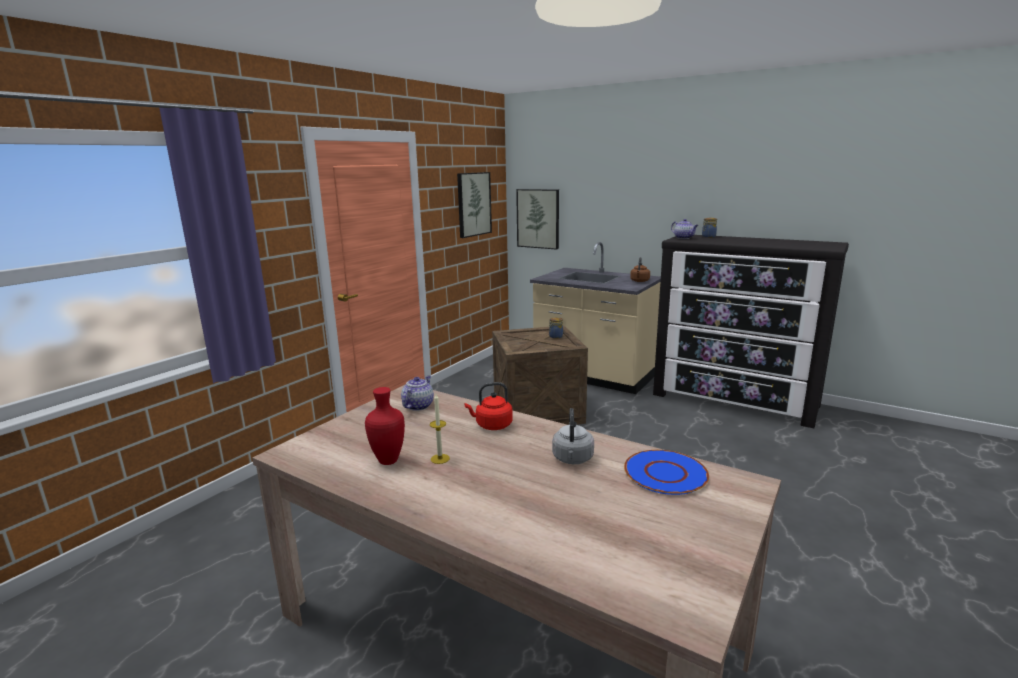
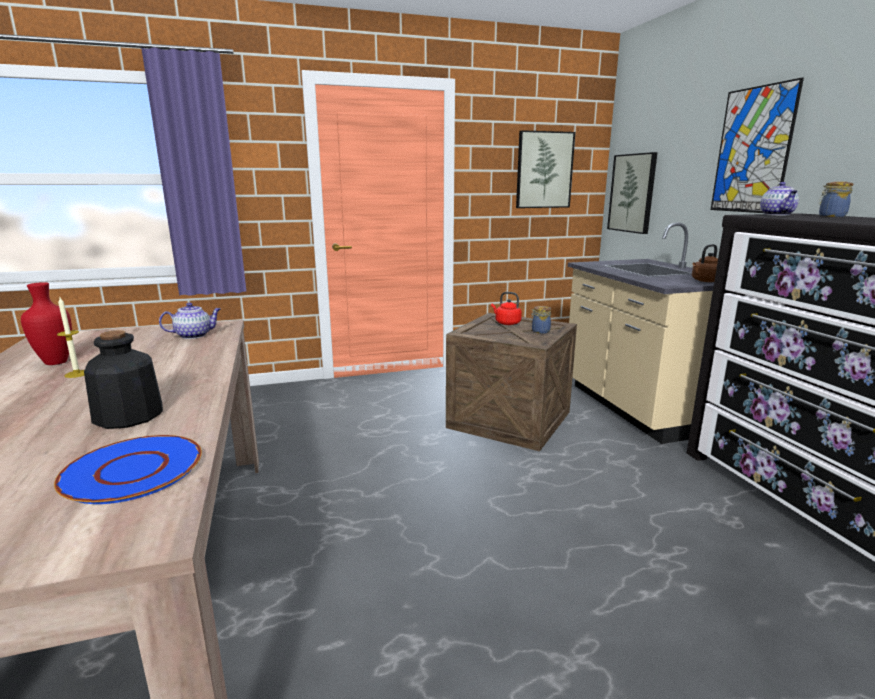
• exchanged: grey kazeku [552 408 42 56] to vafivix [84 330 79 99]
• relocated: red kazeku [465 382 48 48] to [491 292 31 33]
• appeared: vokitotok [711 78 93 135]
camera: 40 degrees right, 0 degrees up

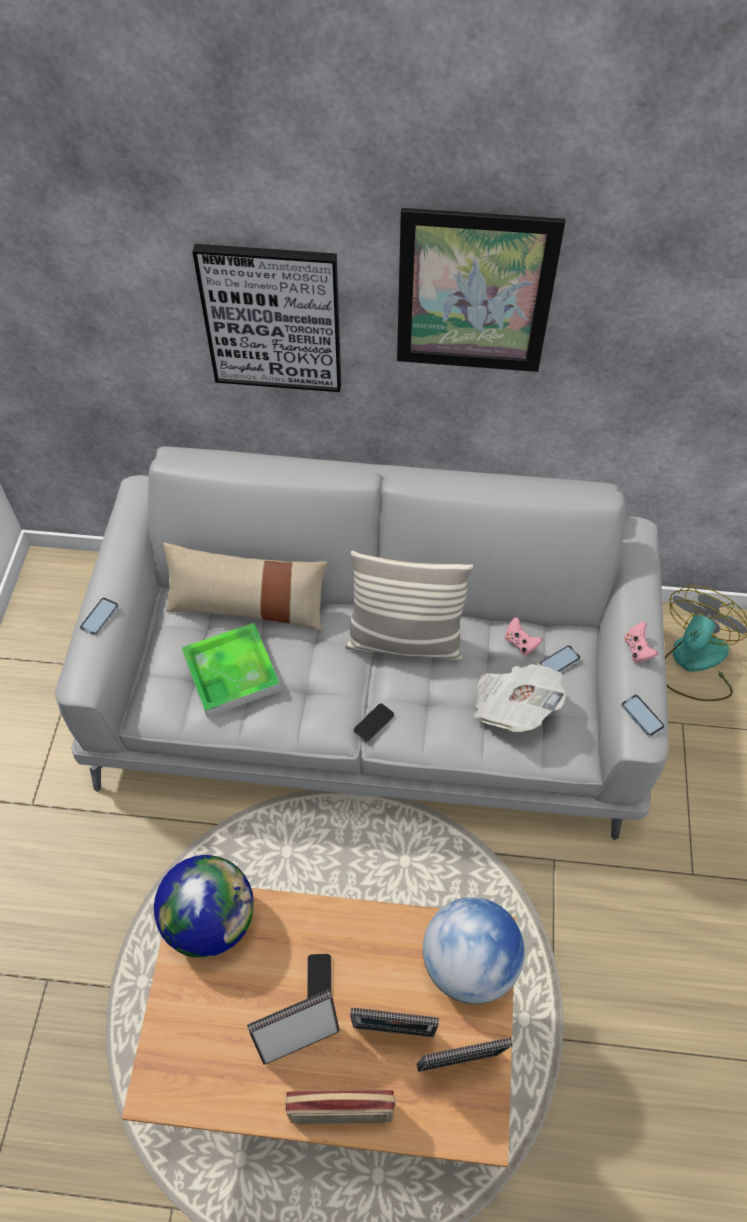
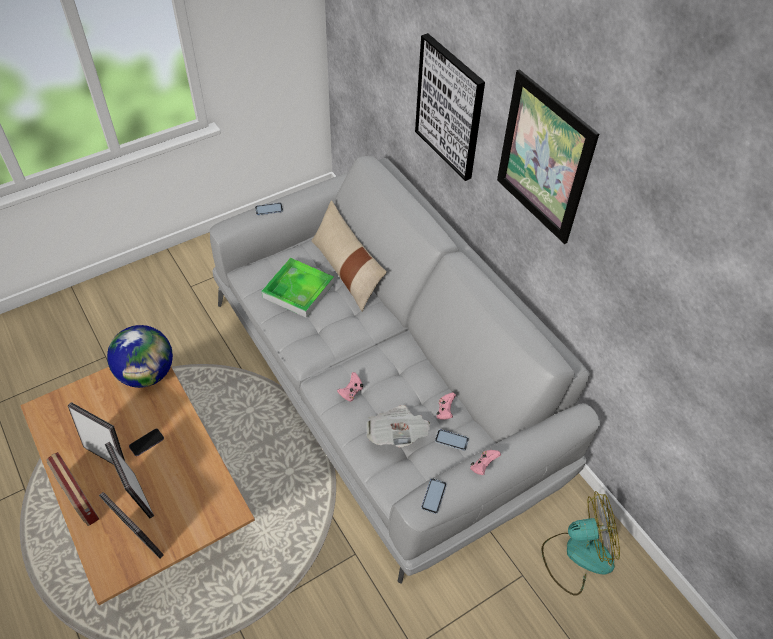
• appeared: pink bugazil [337 372 26 30]
• missing: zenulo [345 551 128 109]
• missing: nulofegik [354 703 40 39]
• missing: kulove [423 897 102 107]
camera: 50 degrees right, 5 degrees down

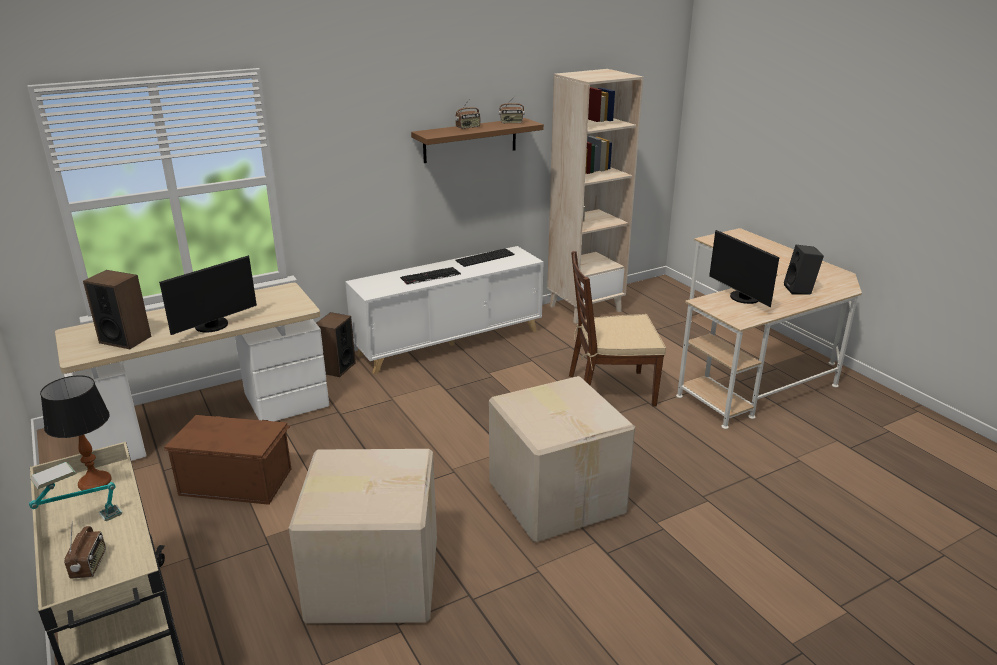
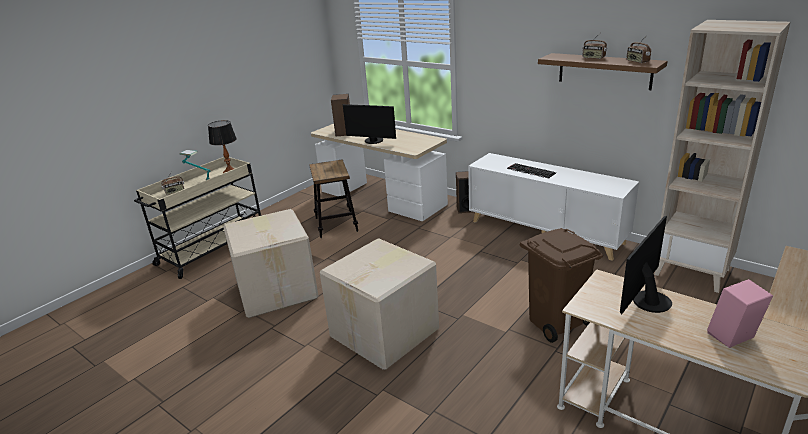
• exchanged: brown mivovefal [164 415 127 90] to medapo [309 159 49 79]
• exchanged: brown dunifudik [569 251 97 156] to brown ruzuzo [520 228 83 115]
• colour: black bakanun [784 245 40 50] to pink bakanun [707 279 66 69]
• missing: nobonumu [456 248 59 19]
camera: 70 degrees right, 0 degrees up

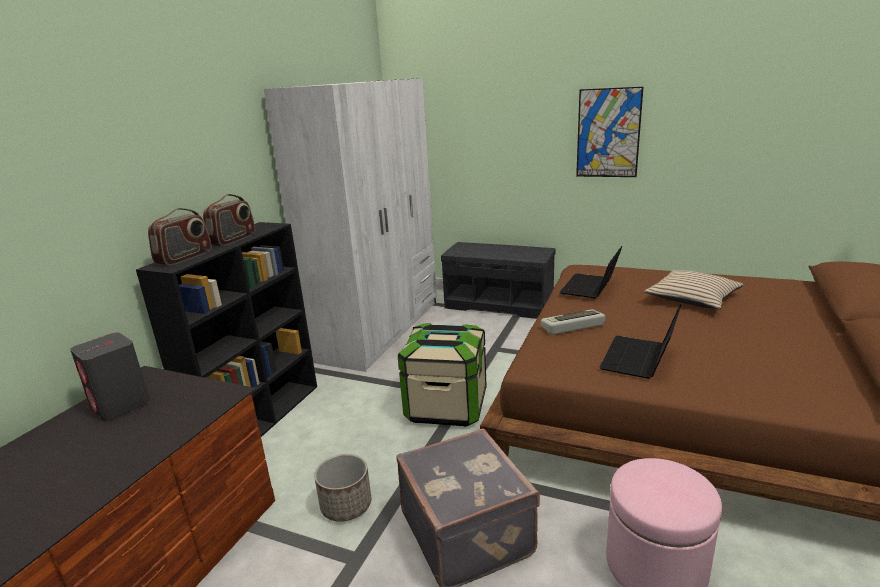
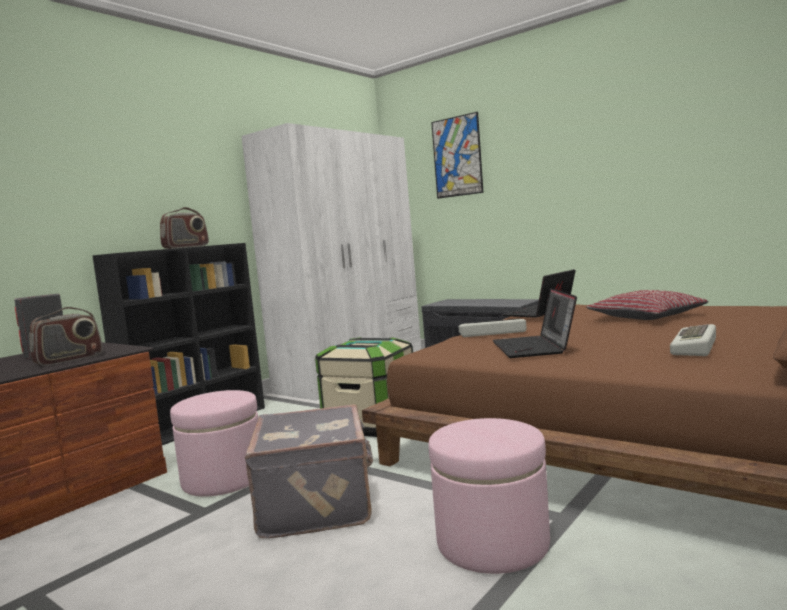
• relocated: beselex [148 208 64 57] to [29 307 74 59]
• exchanged: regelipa [314 454 57 68] to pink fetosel [170 390 88 106]
• relocated: vokitotok [576 87 67 90] to [431 112 53 87]
• spun: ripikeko [599 305 82 74] = [493 288 84 70] 45 degrees counterclockwise
• colour: beige zenulo [644 270 99 39] to red zenulo [586 290 122 30]
• appeared: nobonumu [670 324 46 32]
camera: 15 degrees right, 15 degrees down

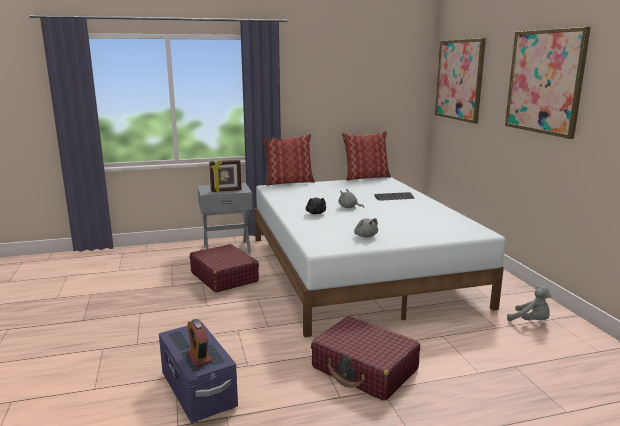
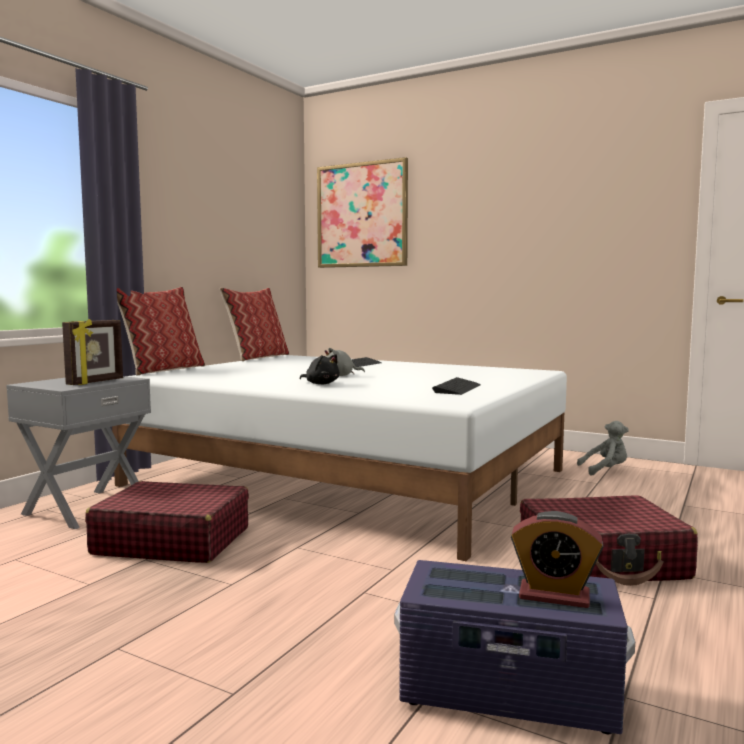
• exchanged: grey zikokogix [354 218 24 20] to nobonumu [432 377 49 18]
• missing: vokitotok [505 27 86 112]
camera: 45 degrees left, 10 degrees down

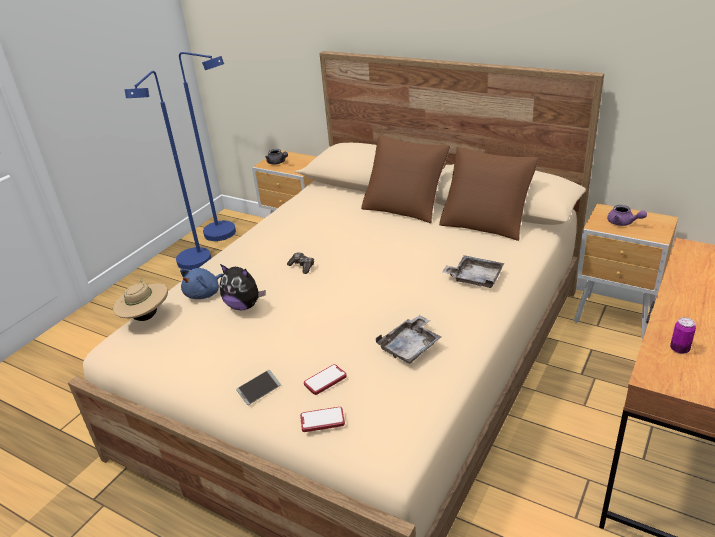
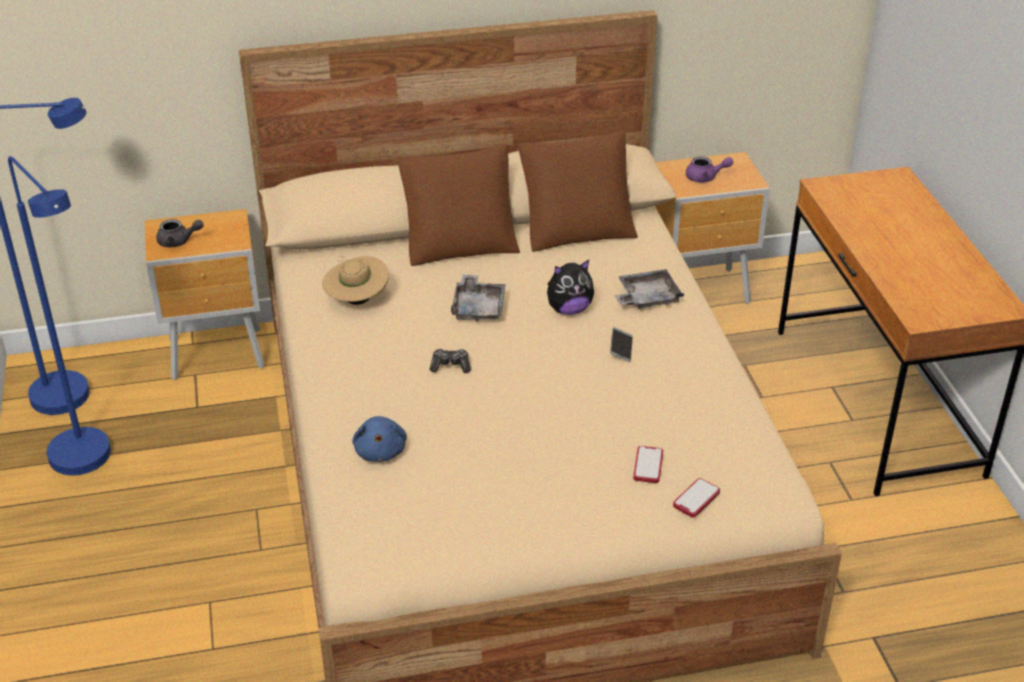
• relocated: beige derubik [113 278 55 43] to [323 256 66 49]
• relocated: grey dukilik [376 315 65 48] to [451 275 54 47]
• relocated: zikokogix [220 264 46 46] to [547 260 47 55]
• relocated: nulofegik [236 370 45 35] to [610 327 23 35]
• missing: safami [670 317 26 37]
camera: 45 degrees left, 5 degrees up

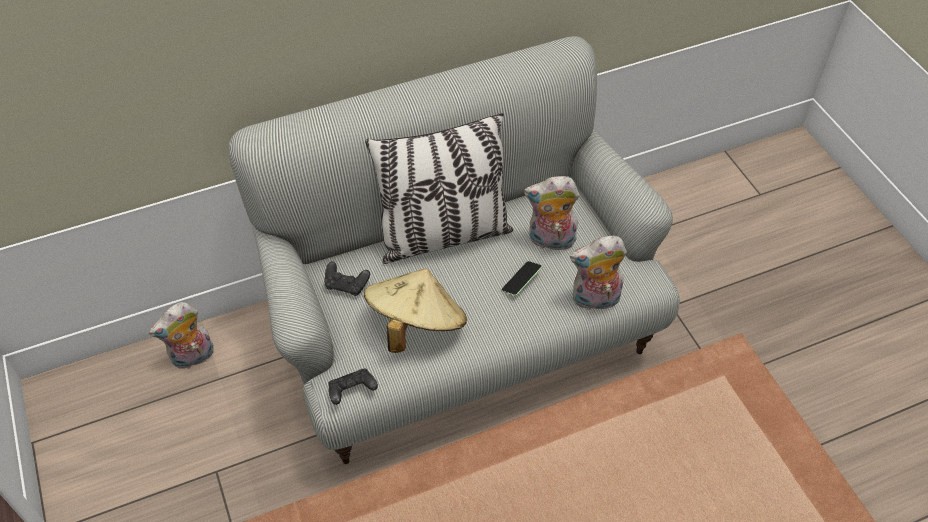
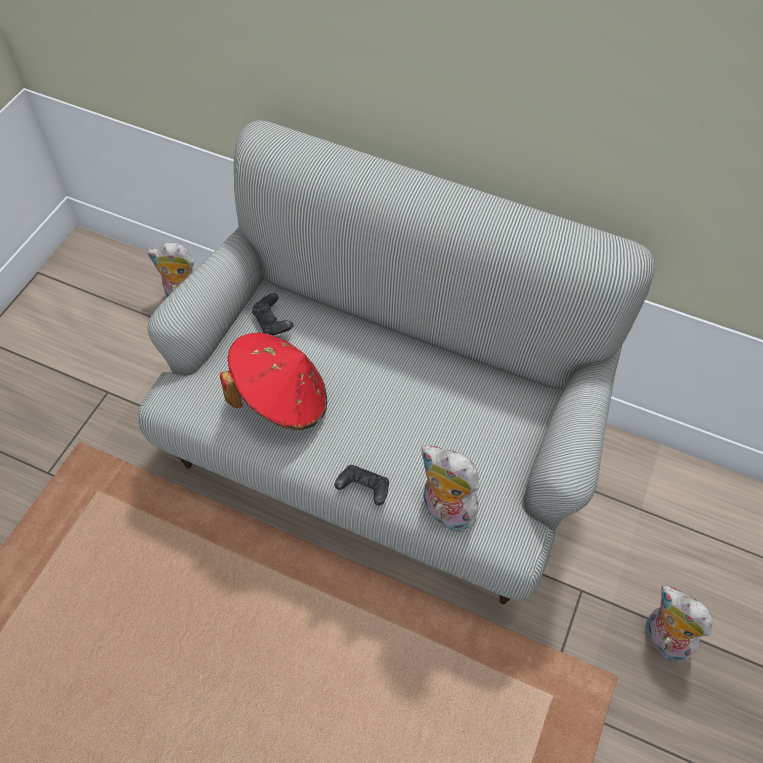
• colour: beige derubik [364 268 103 85] to red derubik [220 333 107 97]
• relocated: black bugazil [328 369 50 36] to [334 465 55 40]
• relocated: zikokogix [524 176 55 75] to [646 585 67 77]
• missing: zenulo [365 113 148 151]
• missing: nulofegik [501 261 42 35]
camera: 45 degrees right, 5 degrees up

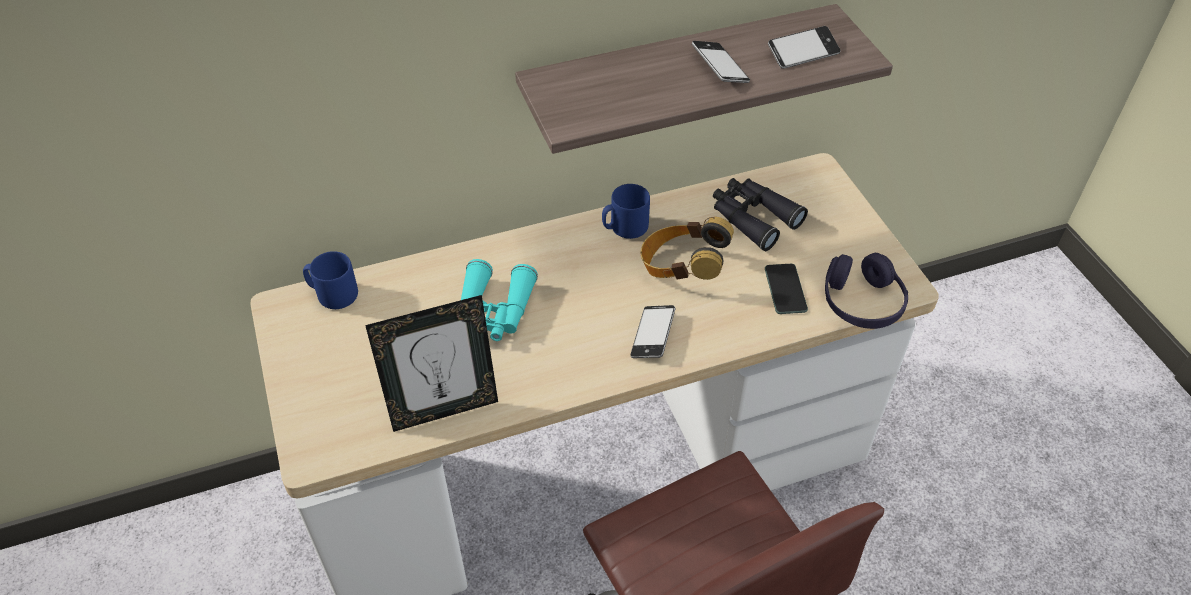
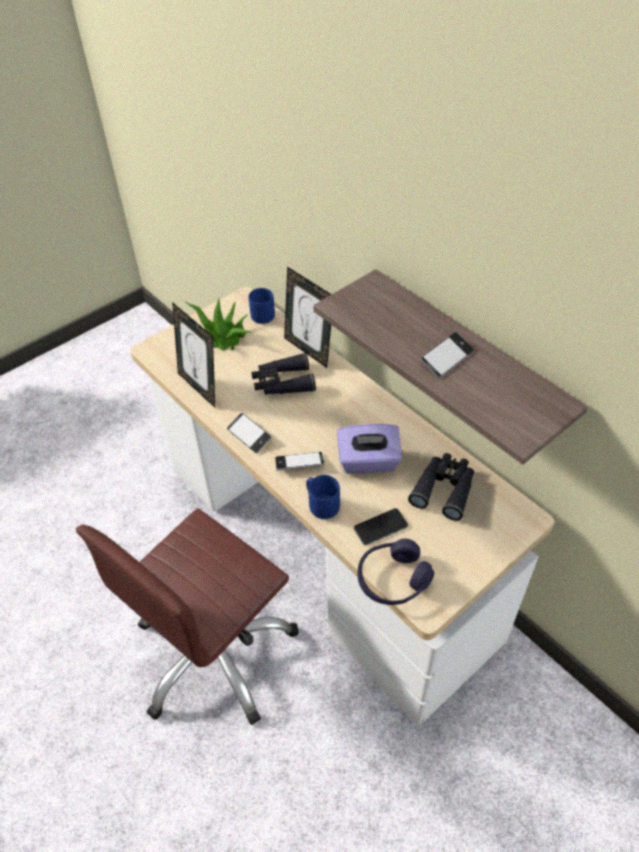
• appeared: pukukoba [186 297 65 54]
• relocated: nulofegik [768 26 72 43] to [227 413 45 40]
• colour: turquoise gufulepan [461 259 77 82] to black gufulepan [251 353 65 42]
• appeared: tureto [284 267 48 101]
• relocated: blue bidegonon [602 184 48 55] to [306 475 34 44]
• exchanged: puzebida [641 217 93 63] to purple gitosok [337 424 65 50]
camera: 70 degrees right, 0 degrees up

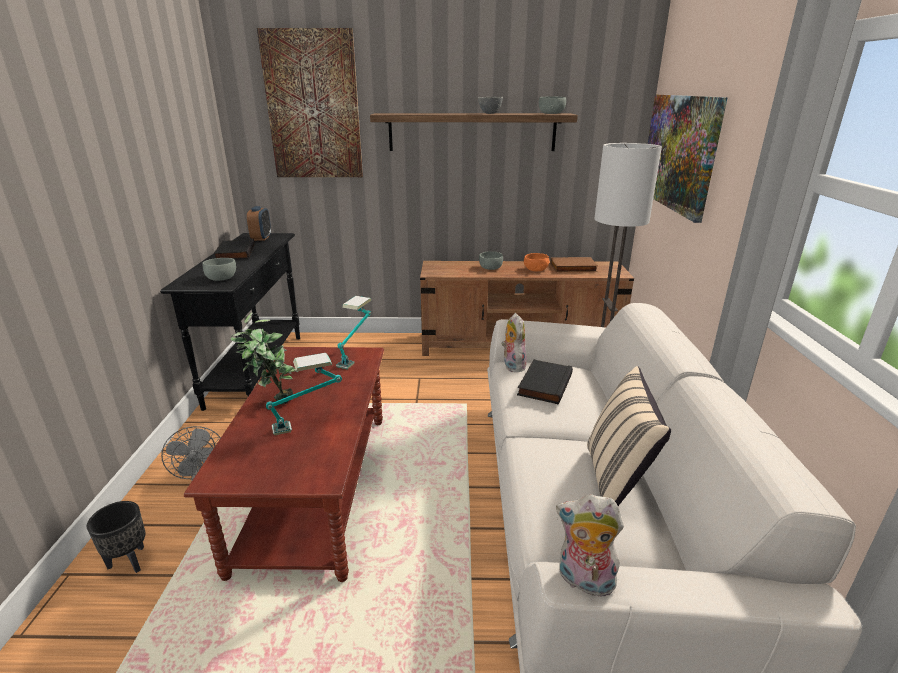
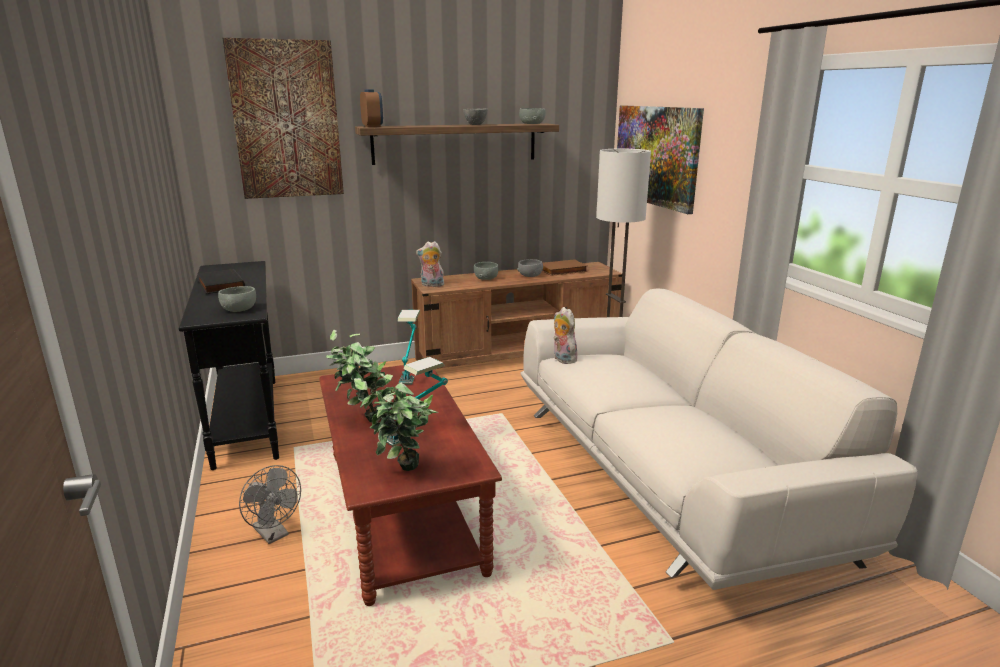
• appeared: pukukoba [354 374 85 97]
• relocated: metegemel [247 206 24 35] to [360 89 23 38]
• relocated: zikokogix [556 494 68 106] to [416 241 28 46]
• colour: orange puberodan [524 253 25 18] to grey puberodan [517 259 26 18]
• missing: black regelipa [87 501 58 72]
• missing: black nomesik [517 360 56 44]
• missing: beige zenulo [587 366 84 140]
camera: 20 degrees left, 5 degrees down

